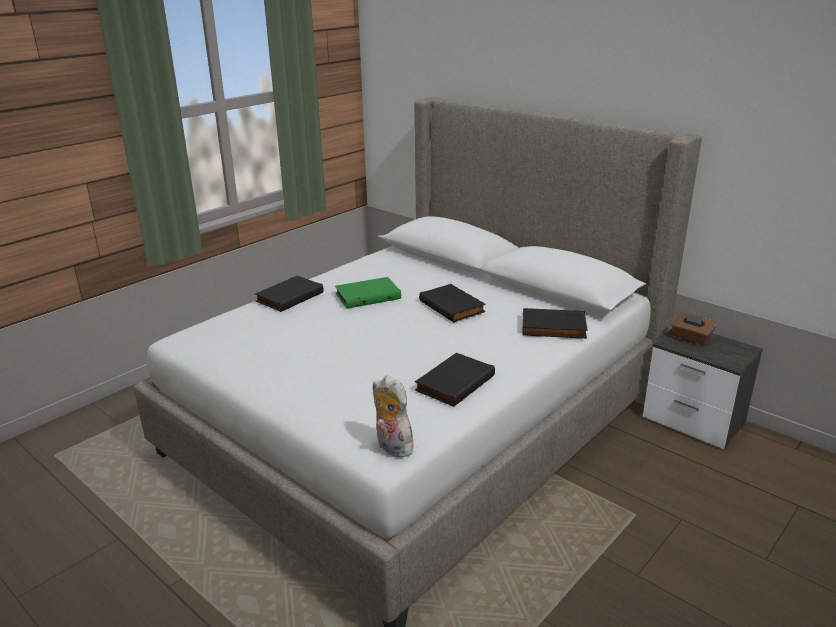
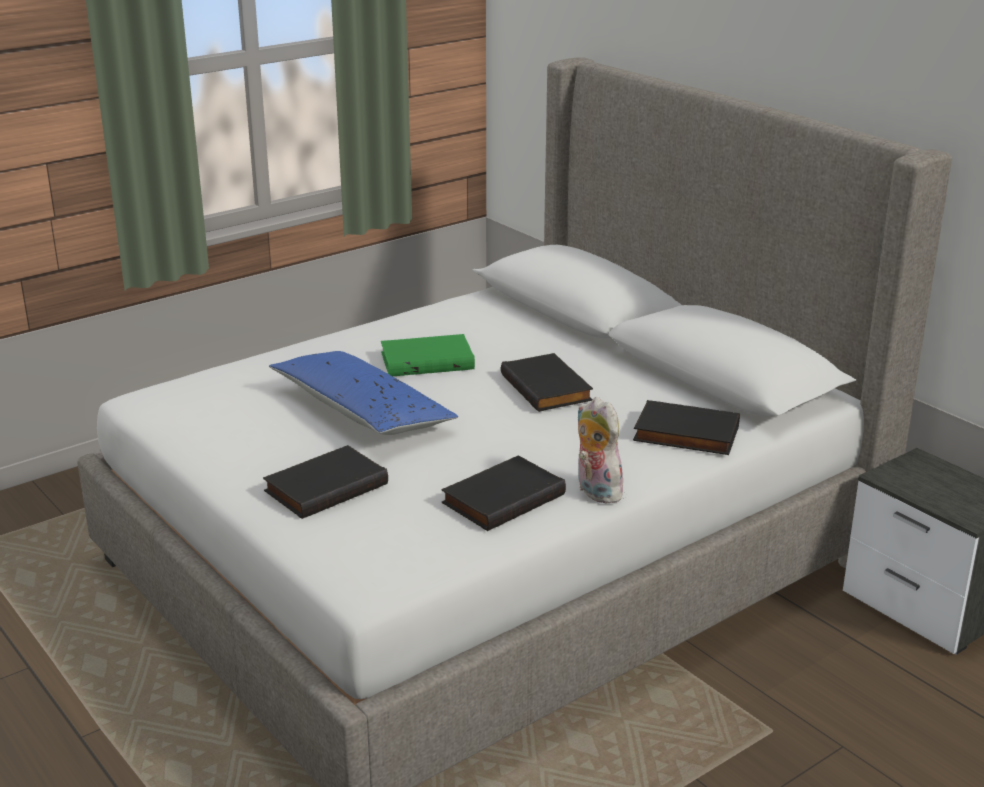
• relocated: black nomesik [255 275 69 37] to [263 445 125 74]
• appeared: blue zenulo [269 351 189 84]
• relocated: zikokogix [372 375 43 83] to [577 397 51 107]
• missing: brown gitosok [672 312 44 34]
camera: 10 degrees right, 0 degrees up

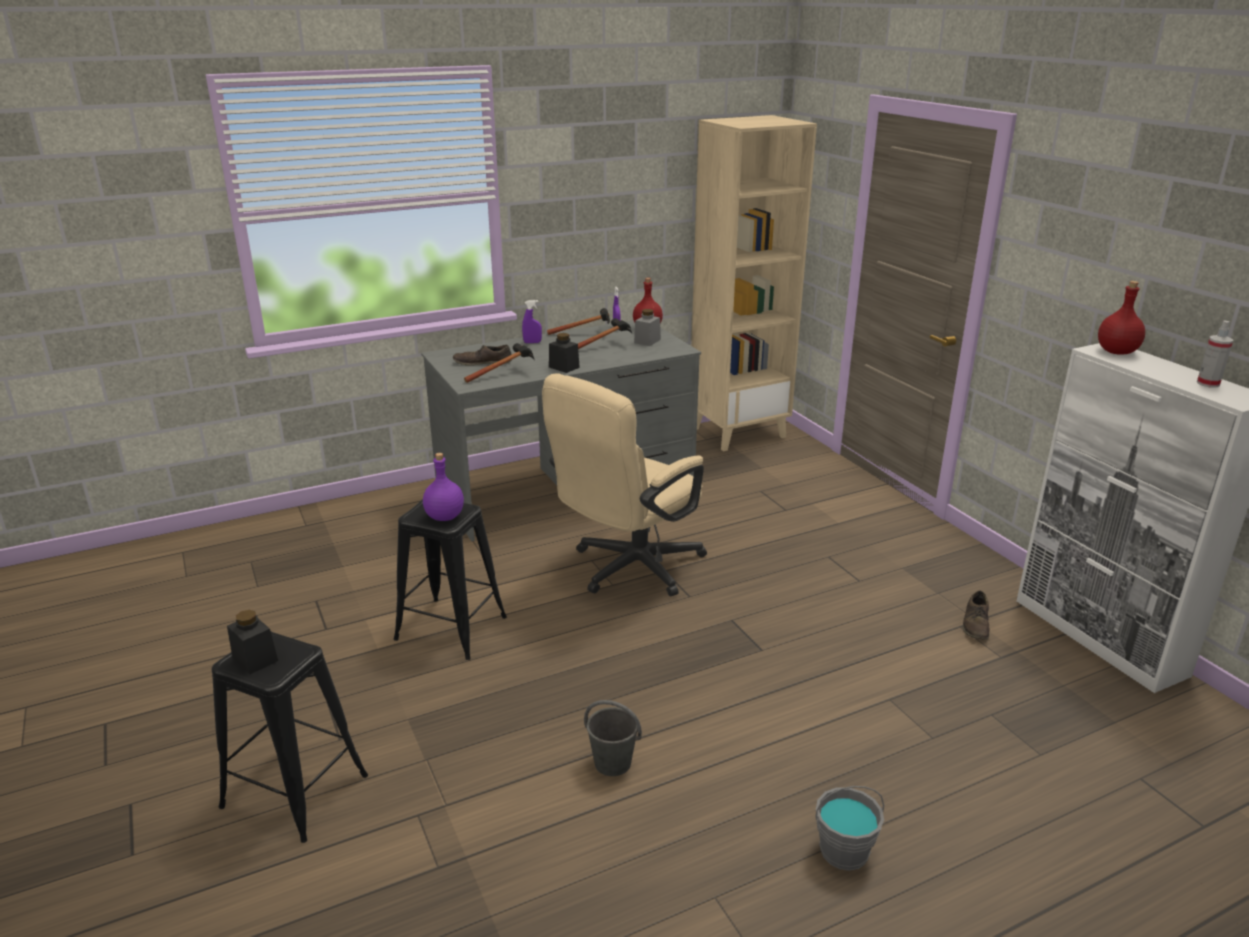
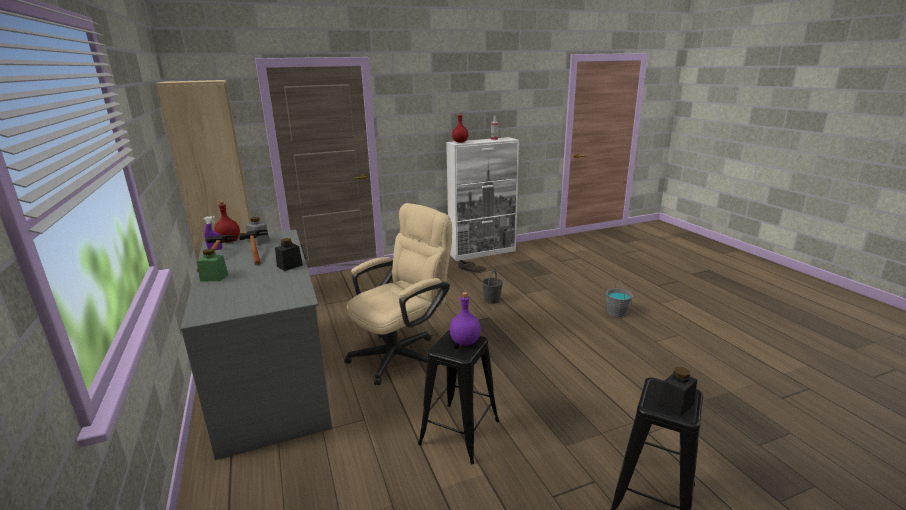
• exchanged: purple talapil [522 300 20 43] to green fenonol [197 249 31 33]
• spun: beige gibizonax [542 373 165 223] = [345 203 107 182] 90 degrees counterclockwise
• relocated: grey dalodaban [584 700 58 76] to [482 270 21 34]
• missing: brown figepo [453 345 58 21]
• missing: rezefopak [464 343 71 40]
camera: 85 degrees left, 5 degrees down

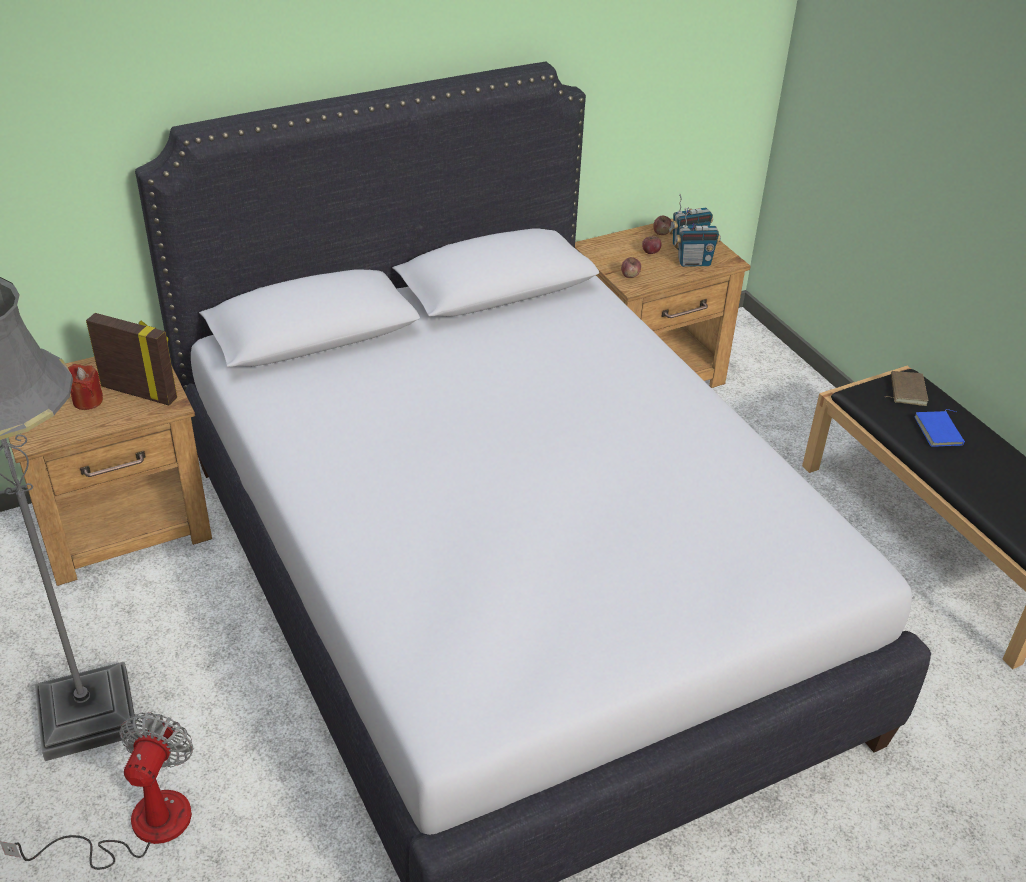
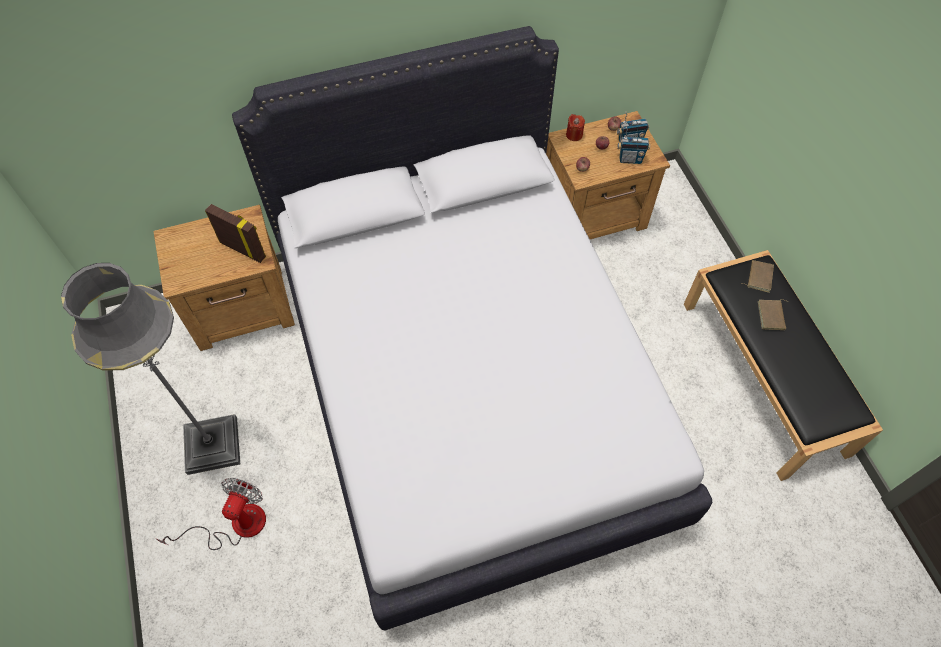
• relocated: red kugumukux [68 364 35 46] to [566 114 19 27]
• colour: blue nomesik [914 409 51 38] to brown nomesik [758 299 31 31]
camera: 10 degrees right, 20 degrees up

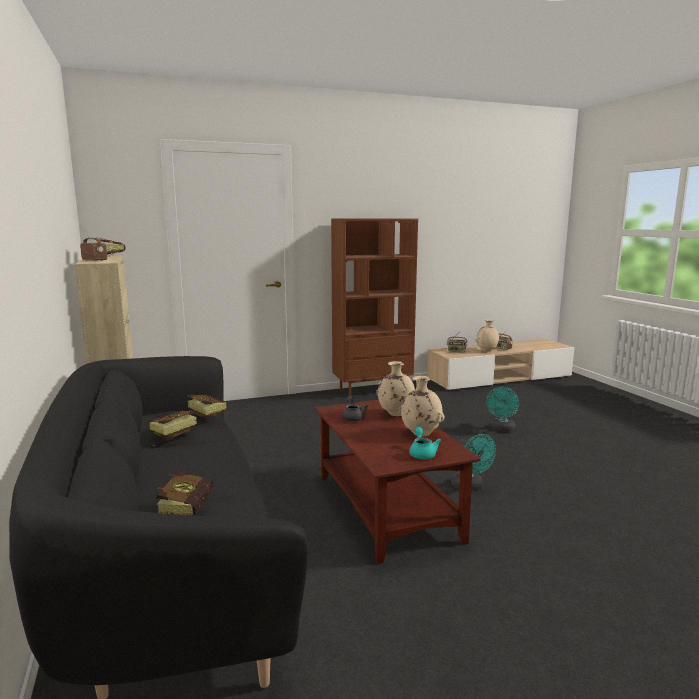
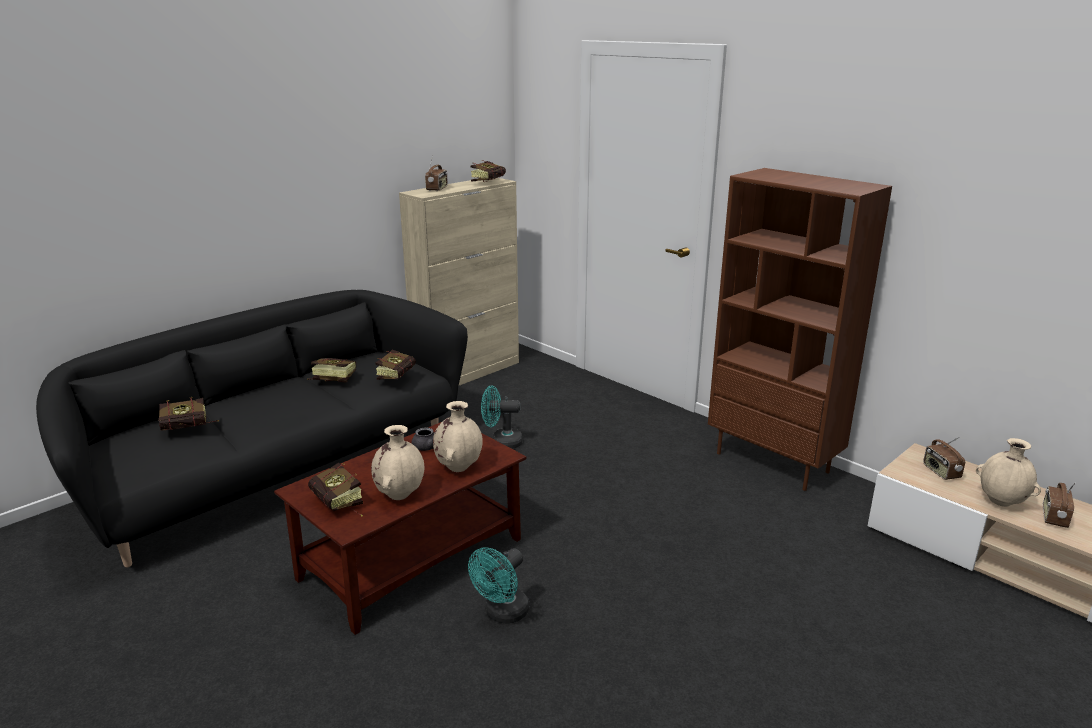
• exchanged: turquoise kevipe [409 427 32 32] to nomesik [308 463 55 54]
• relocated: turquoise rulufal [486 387 33 45] to [481 386 42 63]
camera: 65 degrees right, 10 degrees up

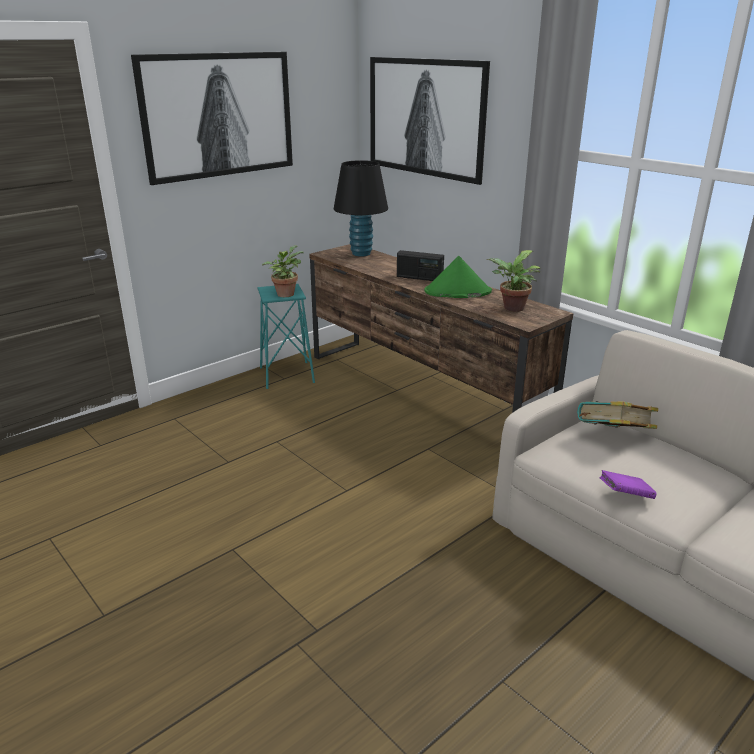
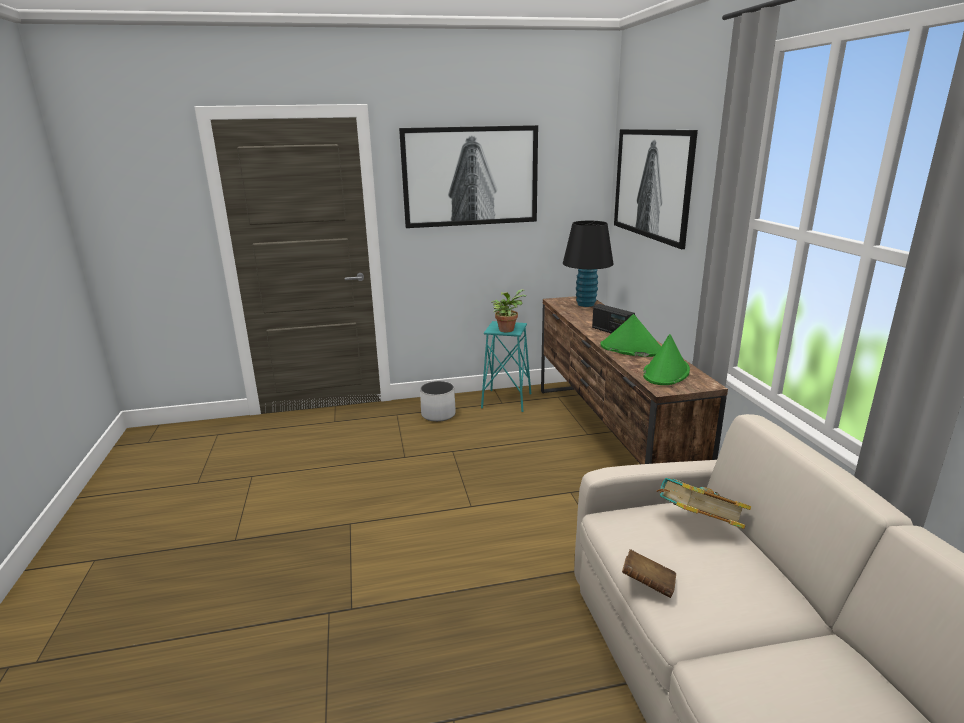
• appeared: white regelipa [420 381 36 41]
• colour: purple nomesik [600 470 57 29] to brown nomesik [622 549 54 49]
• exchanged: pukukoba [487 250 54 62] to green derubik [643 334 47 51]
camera: 30 degrees right, 5 degrees down

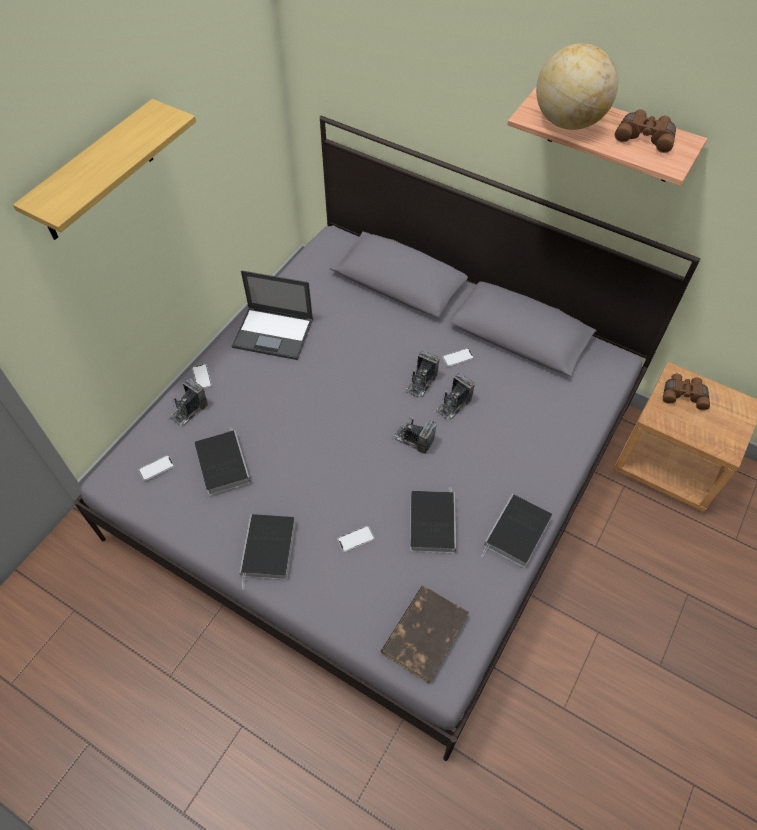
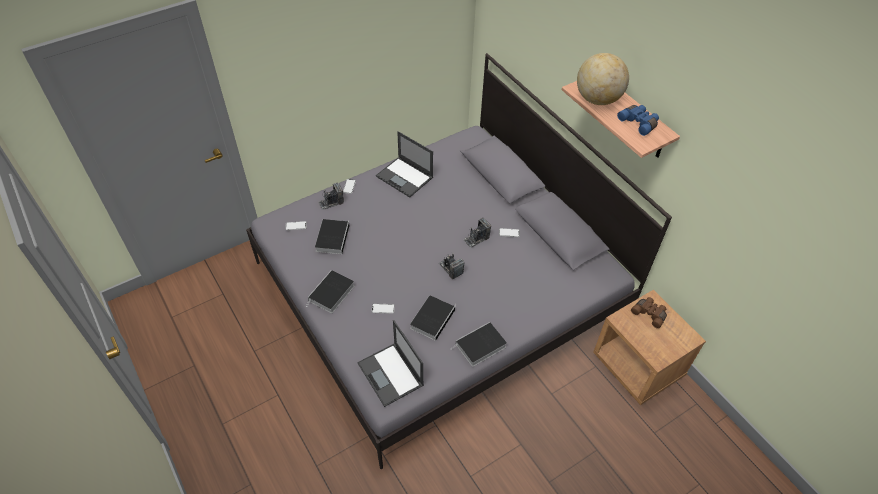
• exchanged: brown nomesik [381 586 88 98] to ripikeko [357 320 67 87]
• colour: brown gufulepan [615 109 61 44] to blue gufulepan [617 105 42 31]
• missing: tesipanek [13 99 183 141]
• missing: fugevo [434 373 41 48]
camera: 25 degrees right, 5 degrees down

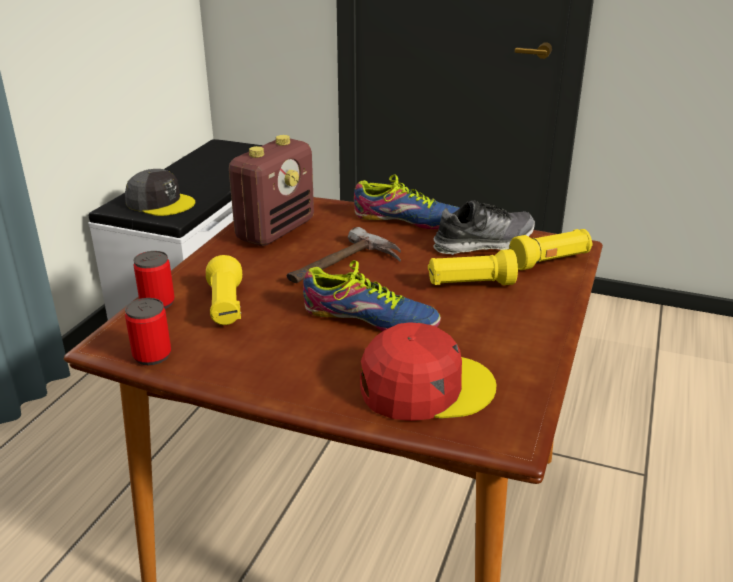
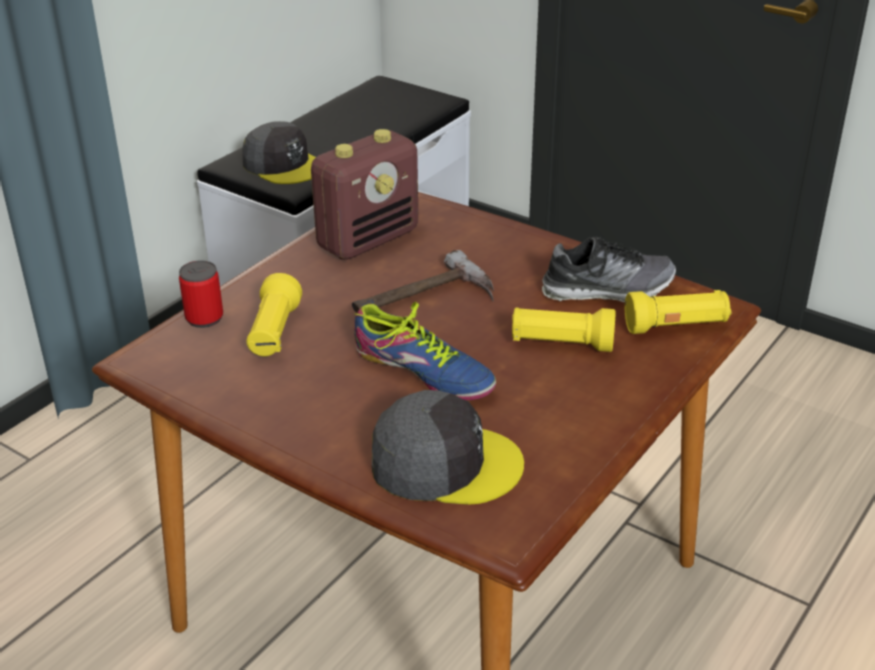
• colour: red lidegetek [360 322 136 99] to grey lidegetek [372 390 152 115]
• missing: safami [125 298 46 67]
• missing: figepo [354 174 106 55]
camera: 15 degrees right, 5 degrees up

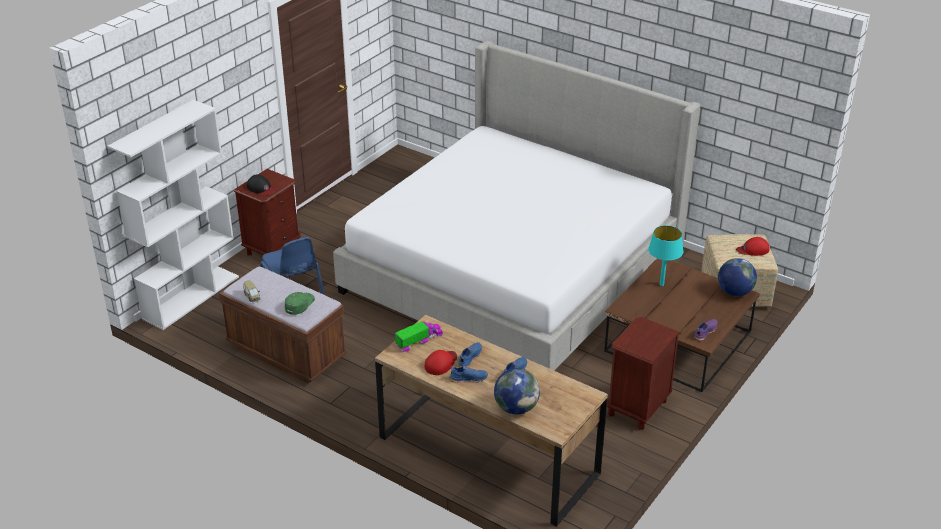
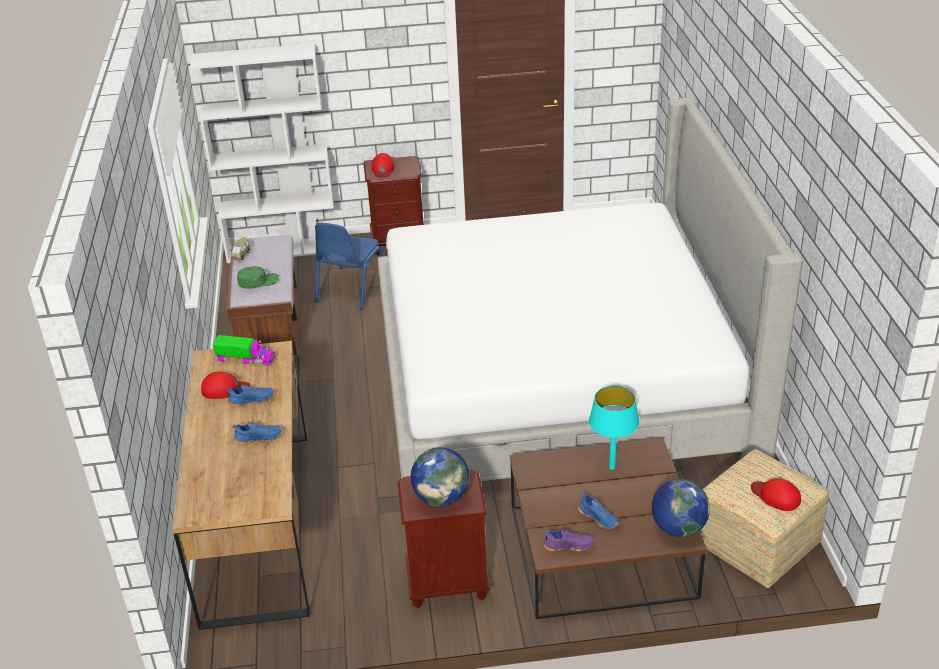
• colour: black lidegetek [247 174 27 21] to red lidegetek [372 153 22 24]
• relocated: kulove [494 368 46 47] to [411 447 58 60]
• relocated: blue figepo [450 365 38 18] to [579 492 40 37]
camera: 50 degrees right, 0 degrees up

